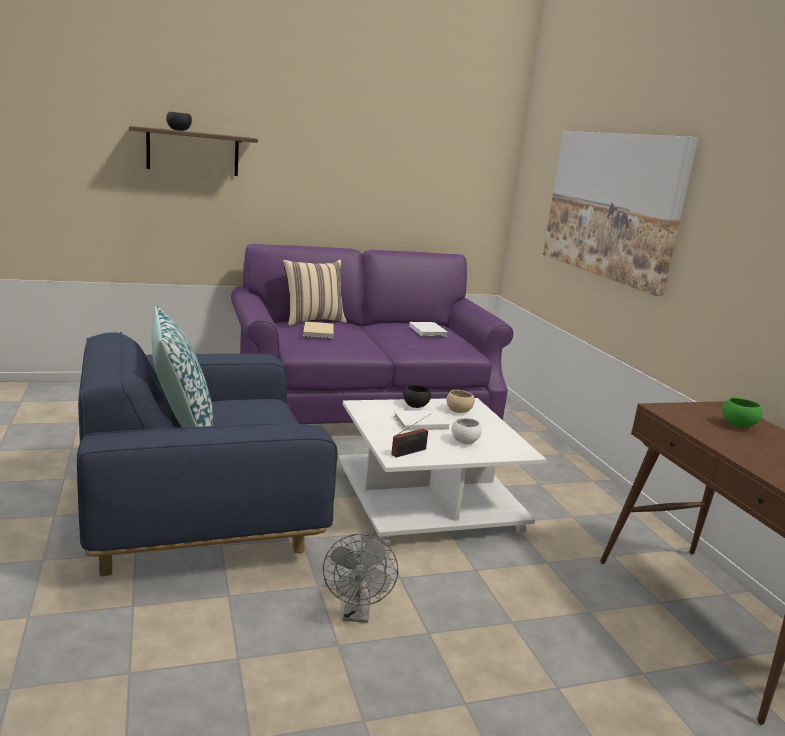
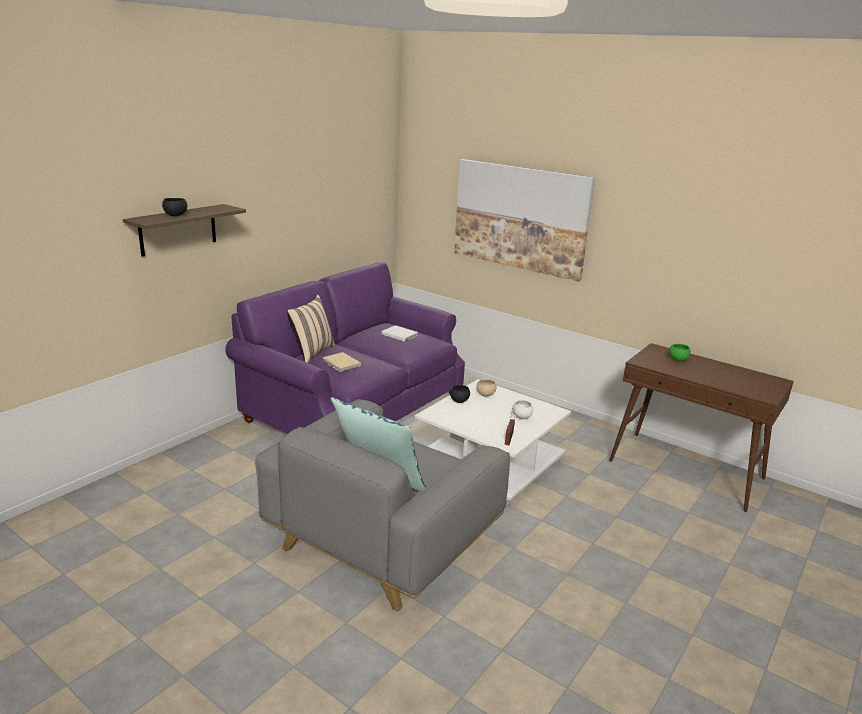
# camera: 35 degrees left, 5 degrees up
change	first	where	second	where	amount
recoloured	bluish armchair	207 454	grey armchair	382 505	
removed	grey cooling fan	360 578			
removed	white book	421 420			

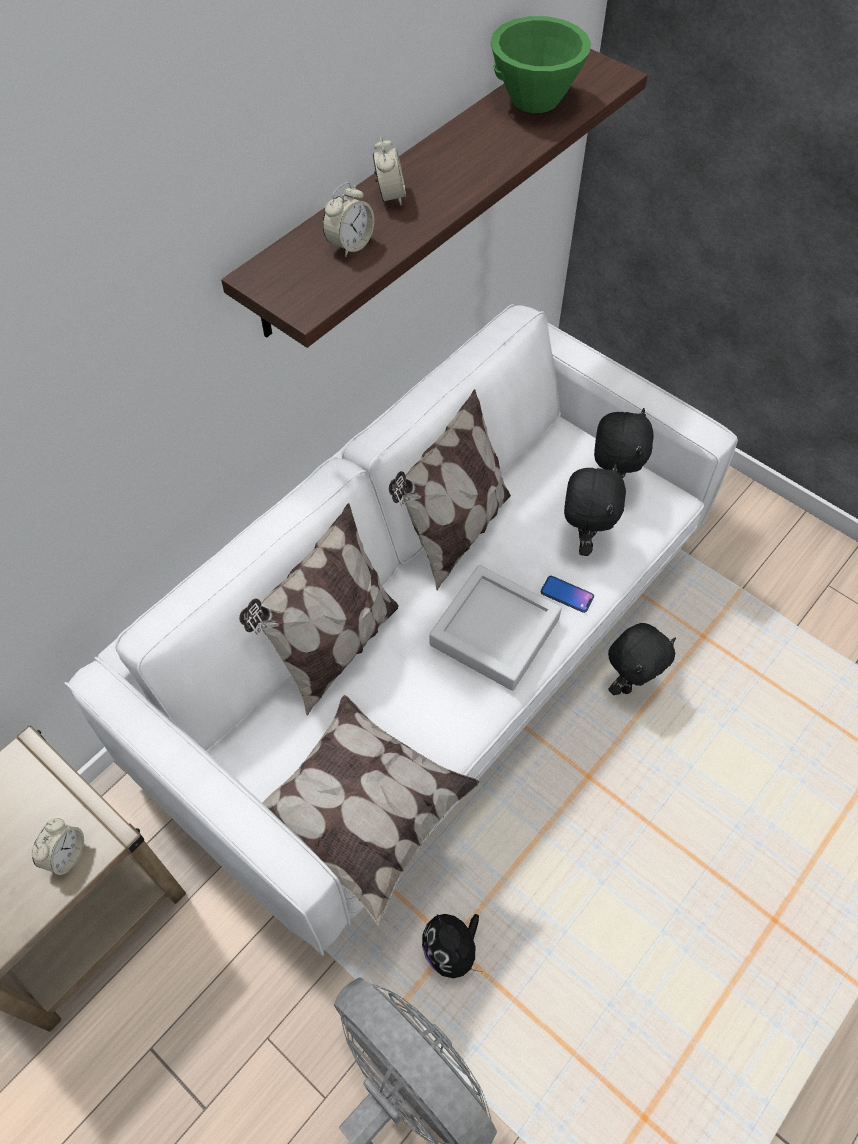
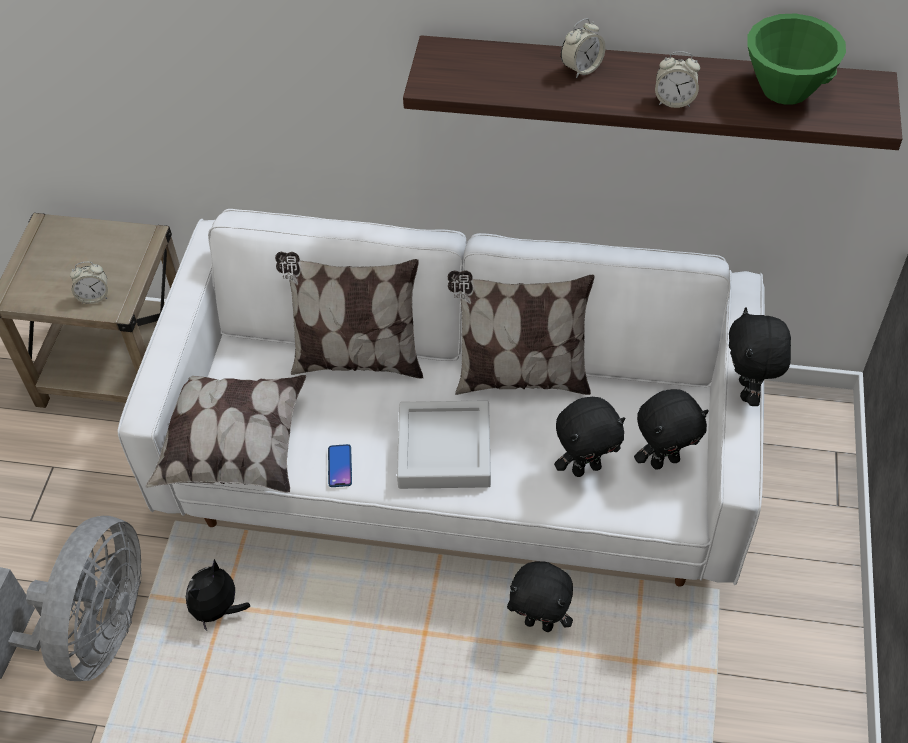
# camera: 60 degrees right, 5 degrees down
change	first	where	second	where	amount
moved	telephone	567 594		340 465	
moved	table clock	348 219		677 79	
added			blackish soft toy	760 357	

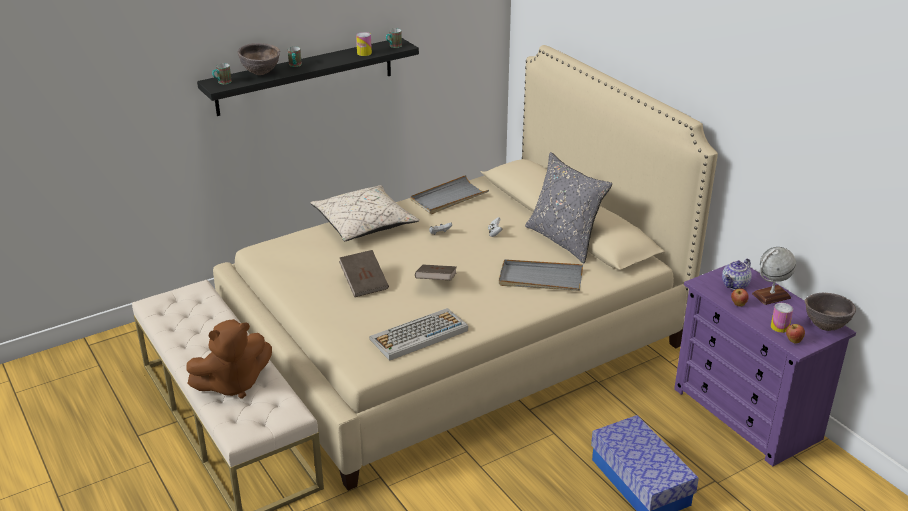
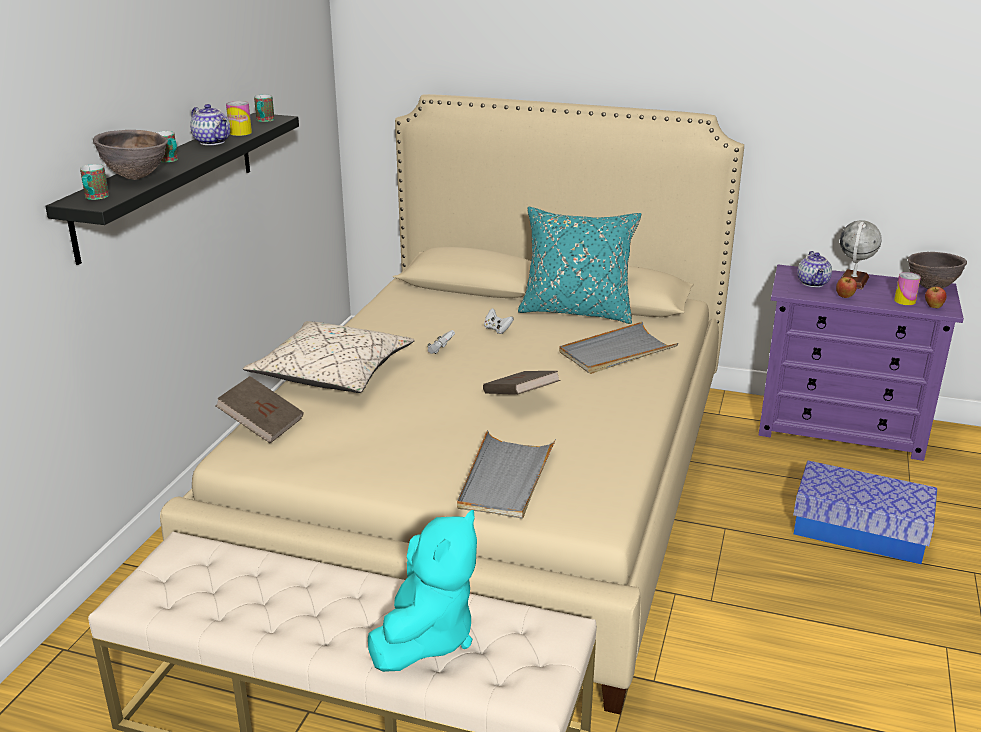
# camera: 40 degrees left, 5 degrees down
change	first	where	second	where	amount
added			teapot	210 124	
moved	brown-coloured book	364 273		259 409	
recoloured	brown-coloured soft toy	229 359	blue-green soft toy	422 591	
moved	grey tray	449 194		506 474	
recoloured	grey throw pillow	568 207	blue-green throw pillow	579 265	
removed	PC keyboard	418 334			

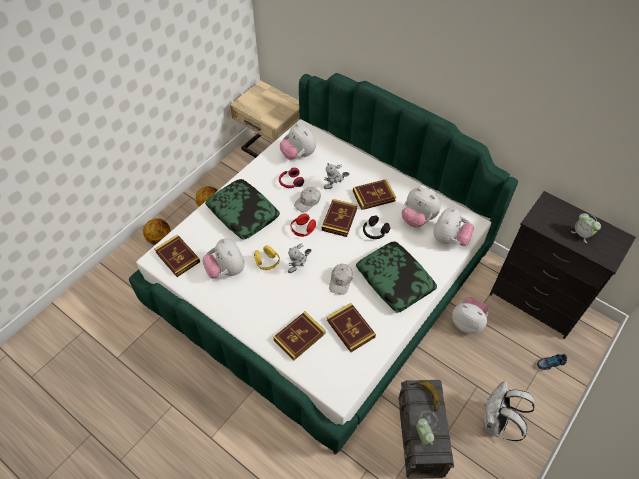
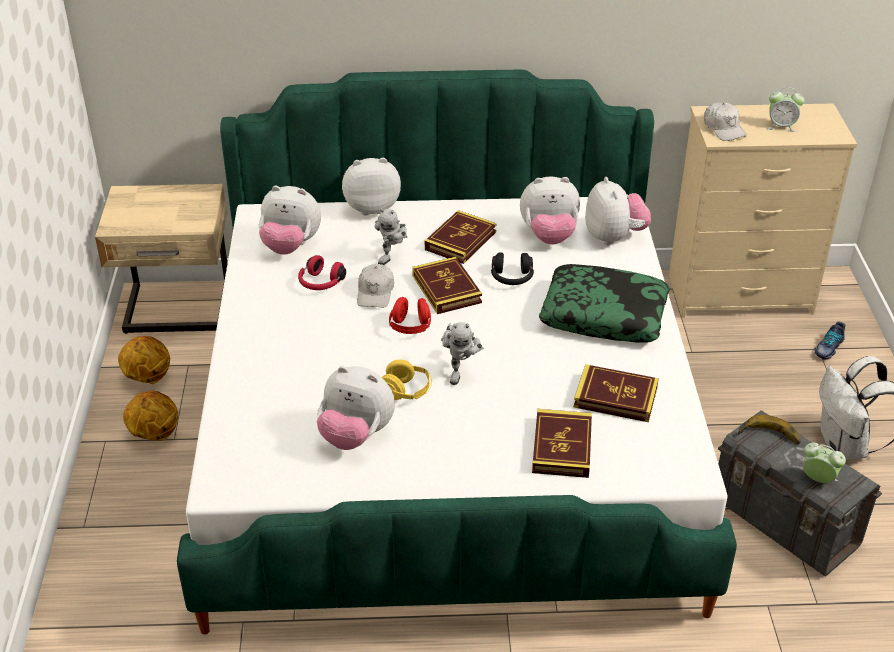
# camera: 40 degrees left, 15 degrees down
change	first	where	second	where	amount
moved	basketball	157 231		144 360	
moved	soft toy	470 315		371 186	
recoloured	blackish drawer chest	562 265	beige drawer chest	763 210	
moved	white peaked cap	341 279		725 122	
removed	book	177 255			
removed	throw pillow	242 209			

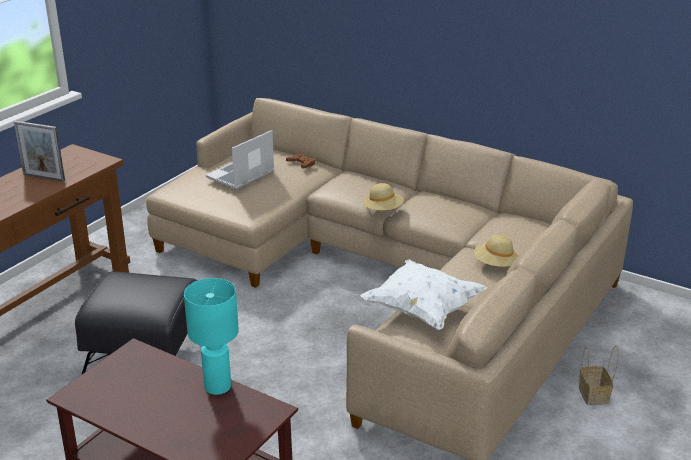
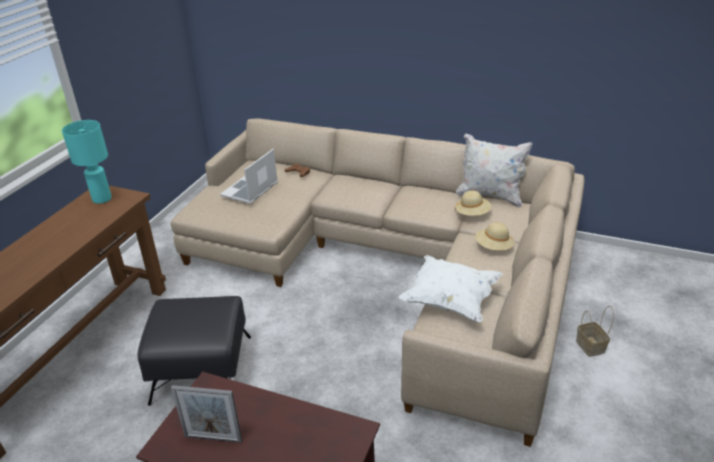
# camera: 10 degrees left, 5 degrees up
change	first	where	second	where	amount
moved	blue-green lamp for a table	211 336		87 162	
moved	picture frame	39 151		206 414	
moved	beige hat	383 196		473 203	
added			white throw pillow	494 170	

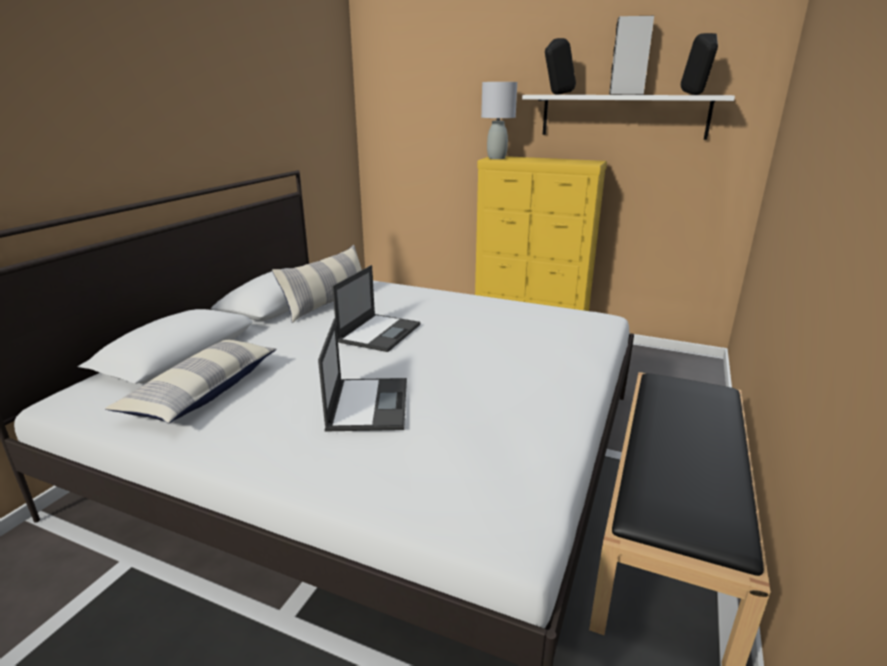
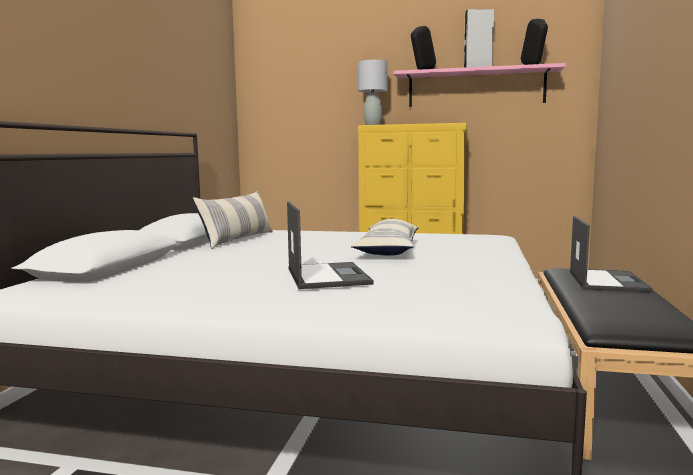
# camera: 10 degrees left, 15 degrees down
change	first	where	second	where	amount
moved	throw pillow	191 382		384 237	
recoloured	white wall shelf	628 117	pink-coloured wall shelf	479 85	
moved	portable computer	376 308		611 254	

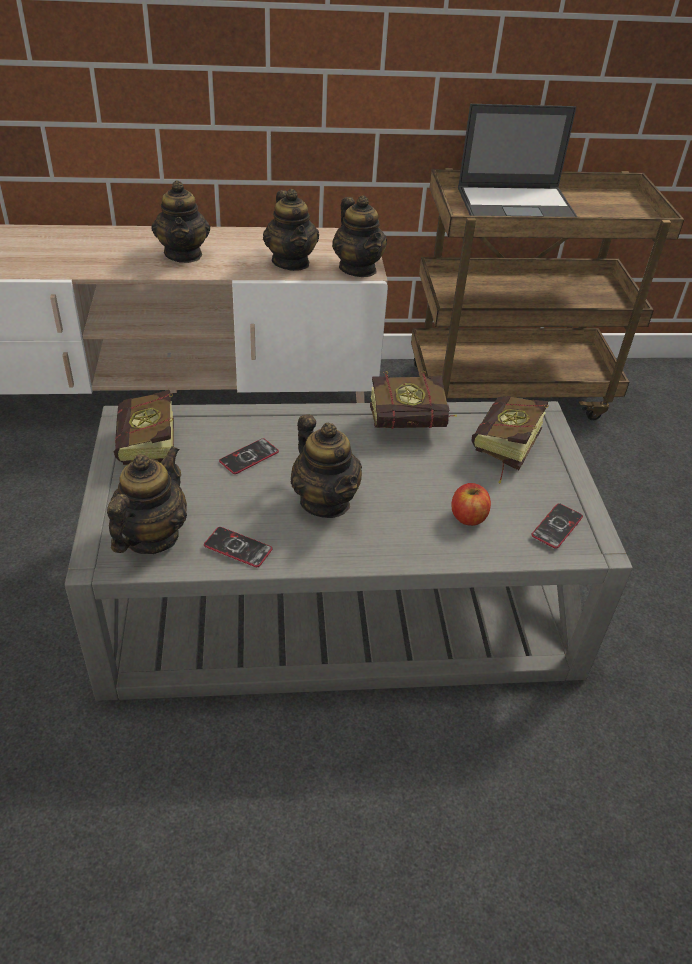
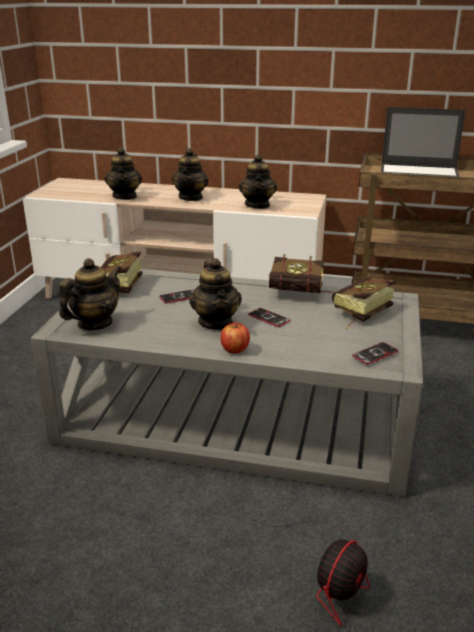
# camera: 20 degrees right, 15 degrees down
change	first	where	second	where	amount
moved	teapot	359 236		123 173	
moved	apple	471 504		235 338	
moved	telephone	238 547		269 317	
added			cooling fan	310 572	

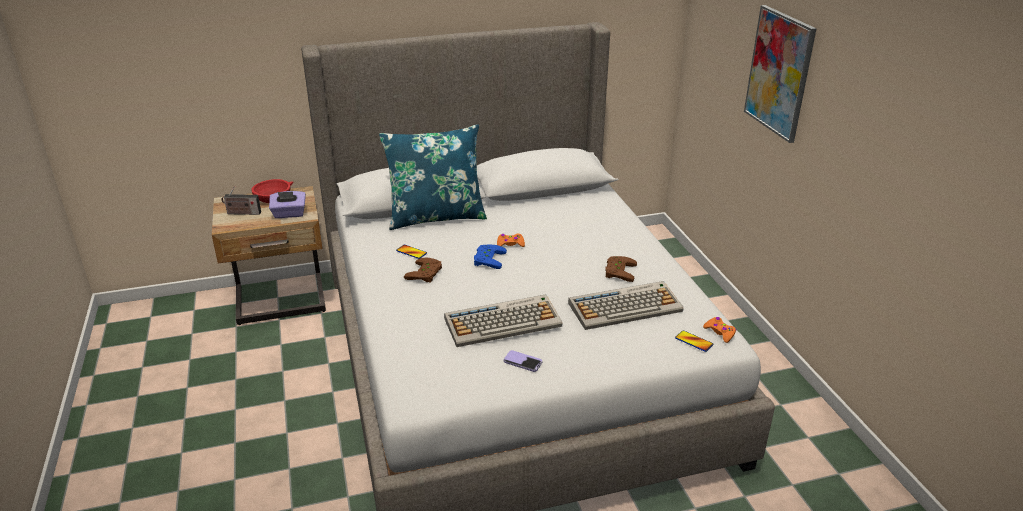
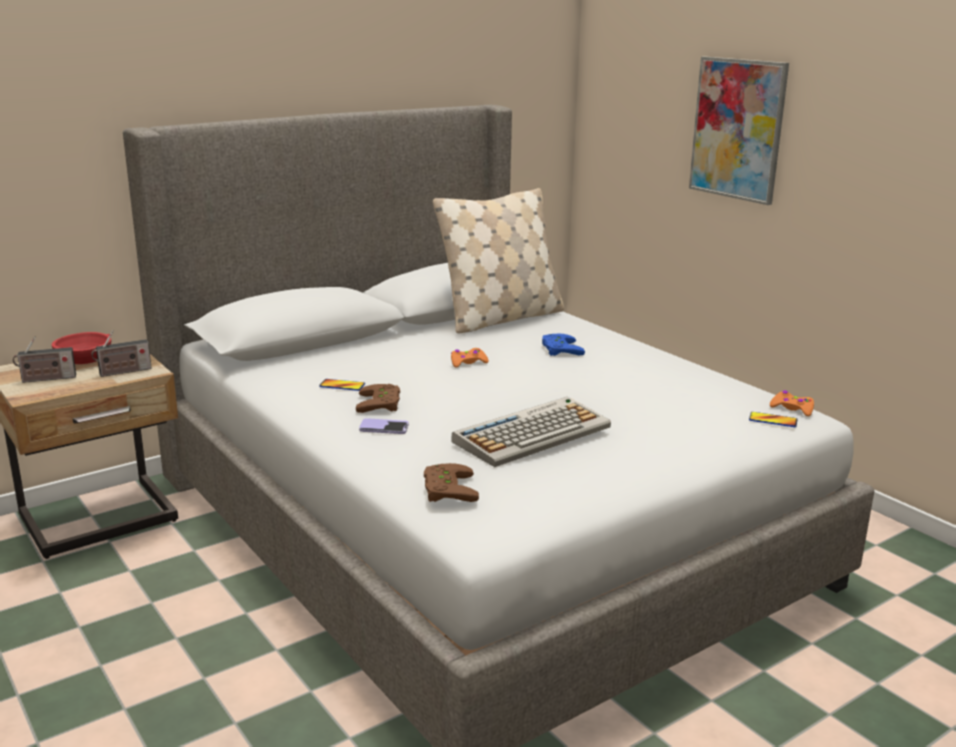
# camera: 20 degrees left, 10 degrees down
change	first	where	second	where	amount
replaced	purple-coloured tissue holder	287 204	radio	121 353	
moved	telephone	523 361		384 426	
moved	brown-coloured joypad	621 269		451 482	
added			beige throw pillow	498 260	
moved	bluish joypad	490 256		563 345	
removed	bluish throw pillow	433 177			
removed	PC keyboard	626 305			

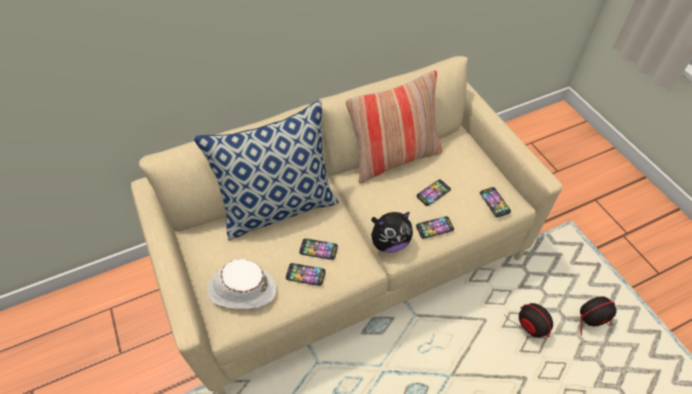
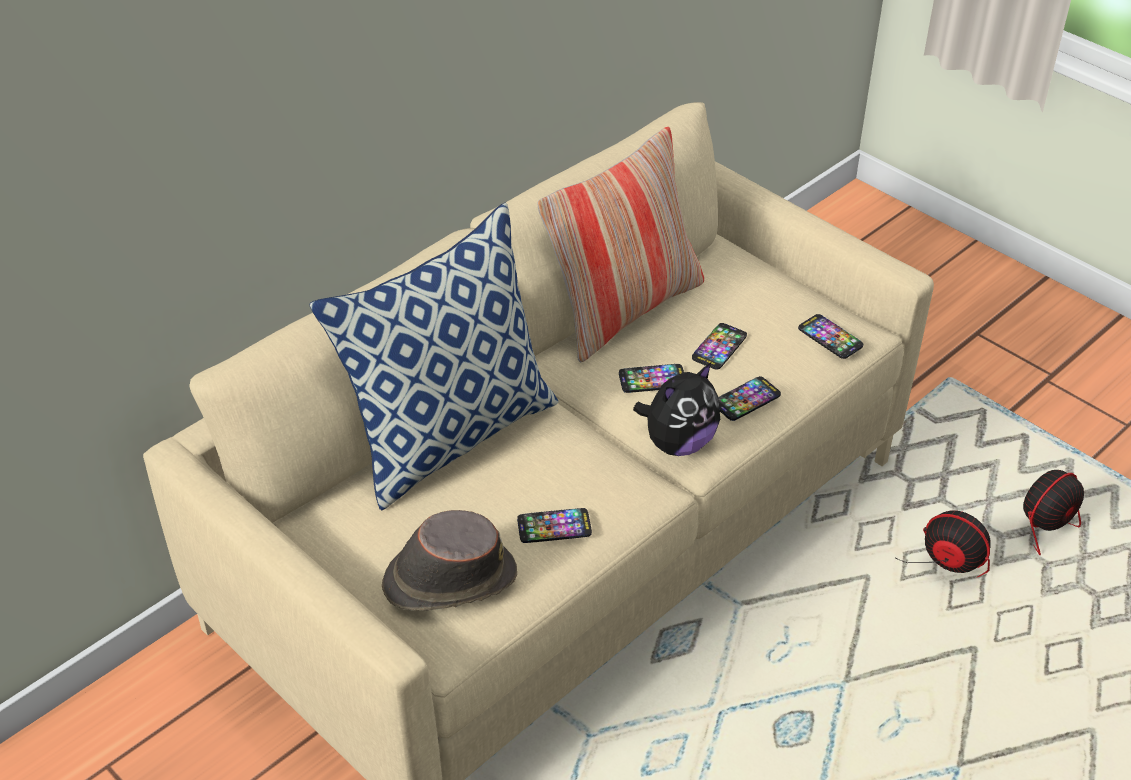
# camera: 20 degrees left, 10 degrees down
change	first	where	second	where	amount
recoloured	white hat	242 284	brown-coloured hat	449 560	
moved	telephone	318 249		651 378	

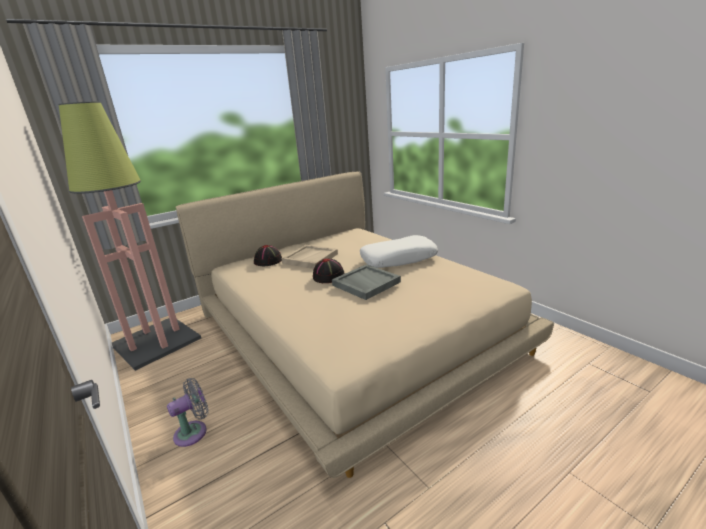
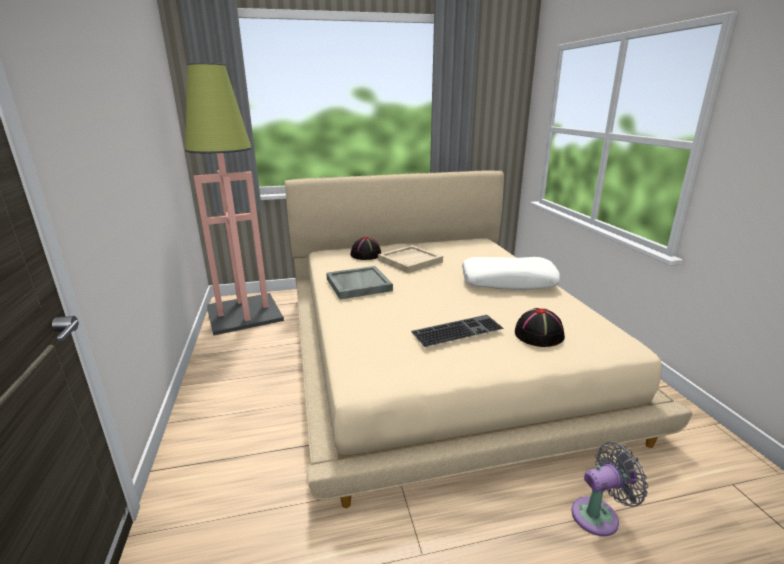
# camera: 20 degrees right, 0 degrees up
change	first	where	second	where	amount
moved	grey tray	366 282		359 282	
added			PC keyboard	457 331	
moved	blackish hat	329 270		540 327	
moved	grey cooling fan	188 412		610 489	

